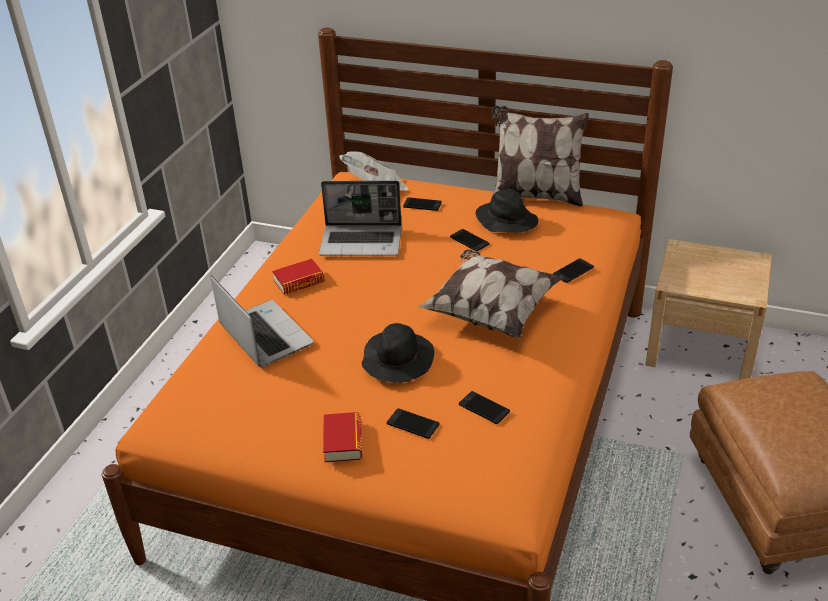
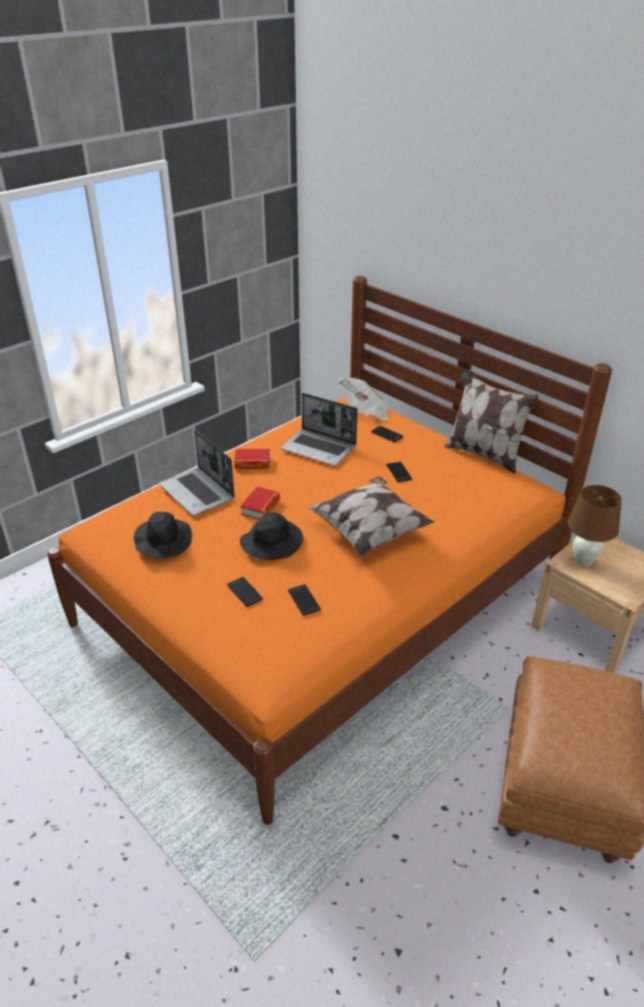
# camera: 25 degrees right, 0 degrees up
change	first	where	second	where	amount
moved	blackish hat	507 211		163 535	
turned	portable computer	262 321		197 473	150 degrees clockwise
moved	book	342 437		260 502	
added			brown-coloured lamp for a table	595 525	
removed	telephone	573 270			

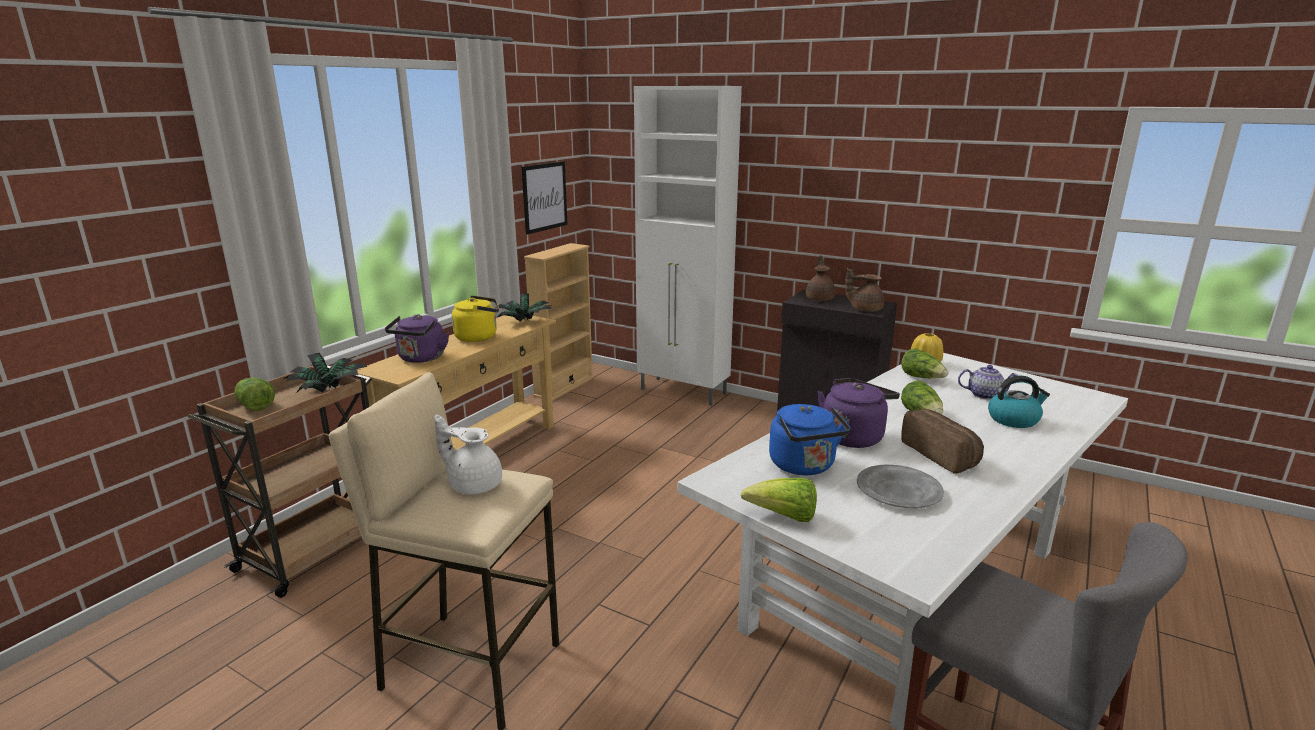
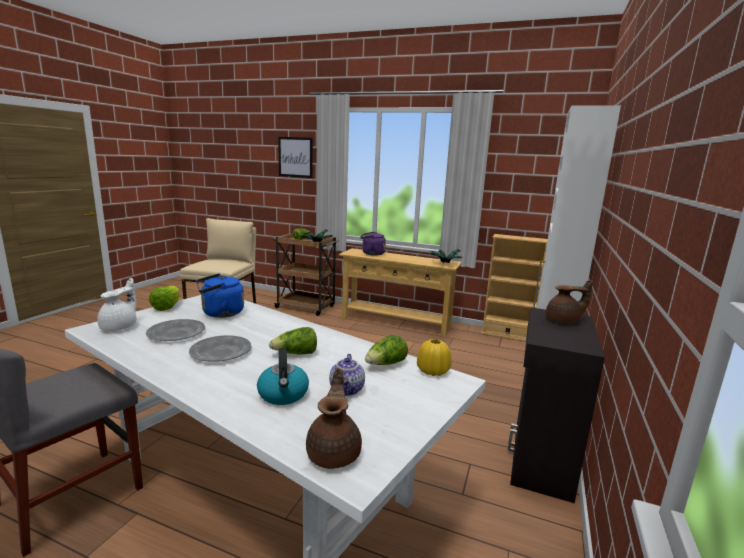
# camera: 80 degrees right, 5 degrees down
change	first	where	second	where	amount
moved	white teapot	468 454		117 304	
replaced	bread	942 441	grey plate	220 348	
moved	picture	545 198		295 157	
moved	brown-coloured teapot	864 290		334 418	
removed	yellow kettle	475 319			
removed	purple-coloured kettle	859 413			

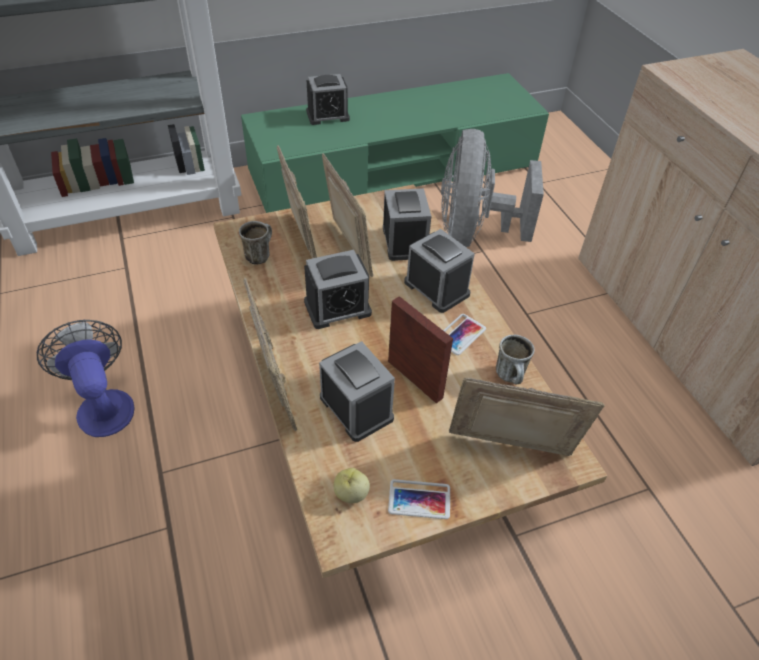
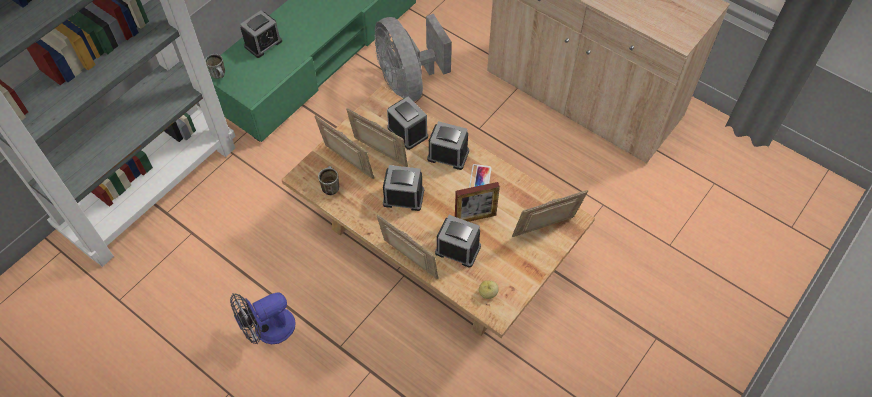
# camera: 30 degrees left, 10 degrees up
change	first	where	second	where	amount
moved	coffee mug	515 359		215 66	
turned	cooling fan	86 378		262 318	60 degrees counterclockwise
turned	table clock	338 289		403 188	120 degrees counterclockwise
turned	picture frame	420 349		477 202	150 degrees clockwise
removed	telephone	419 499			

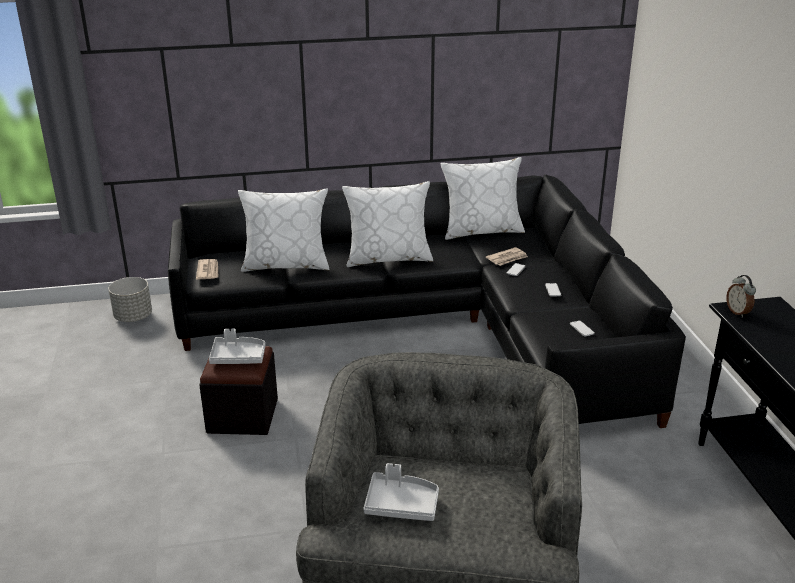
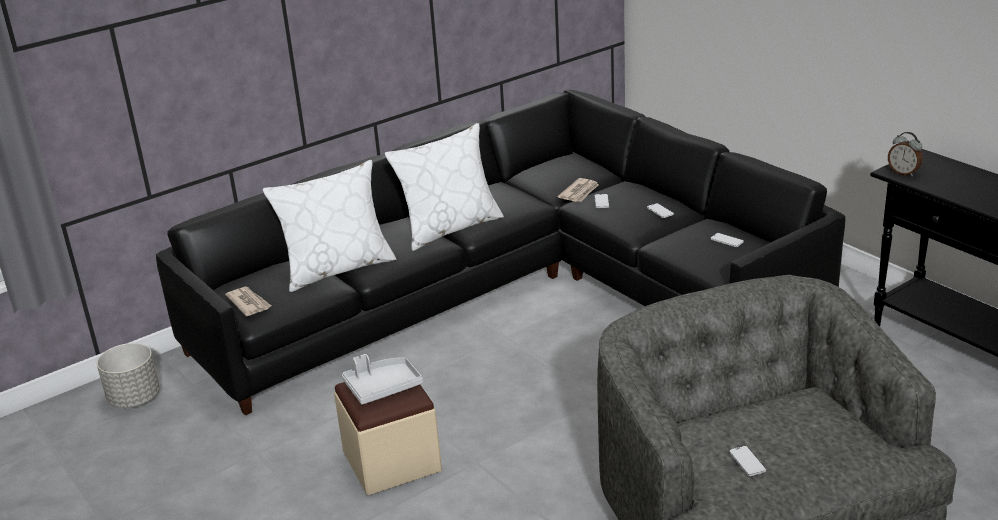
# camera: 25 degrees left, 0 degrees up
change	first	where	second	where	amount
recoloured	blackish ottoman	238 390	beige ottoman	388 438	
replaced	grey tray	401 492	telephone	747 461	
removed	white throw pillow	483 198			

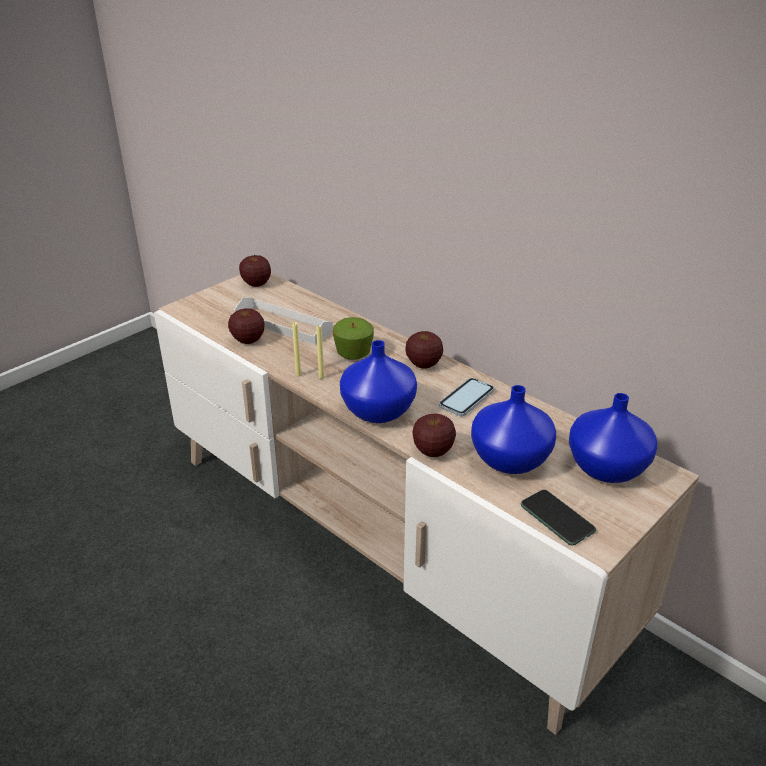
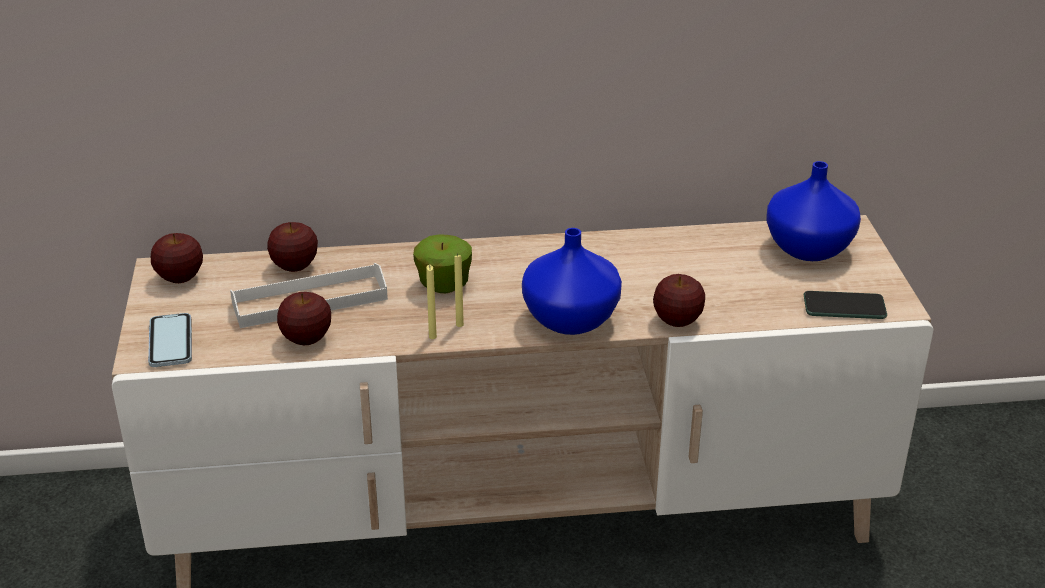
# camera: 50 degrees left, 0 degrees up
change	first	where	second	where	amount
moved	telephone	466 397		170 340	
moved	apple	424 350		292 247	
removed	bluish flower vase	513 429			

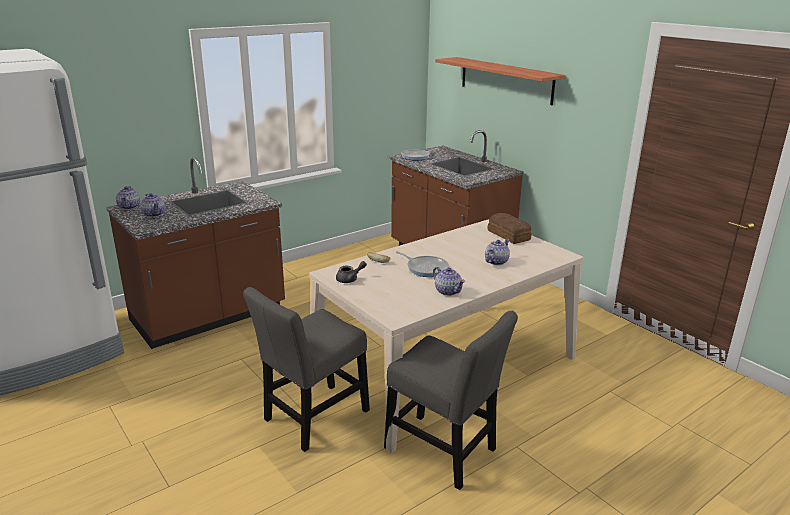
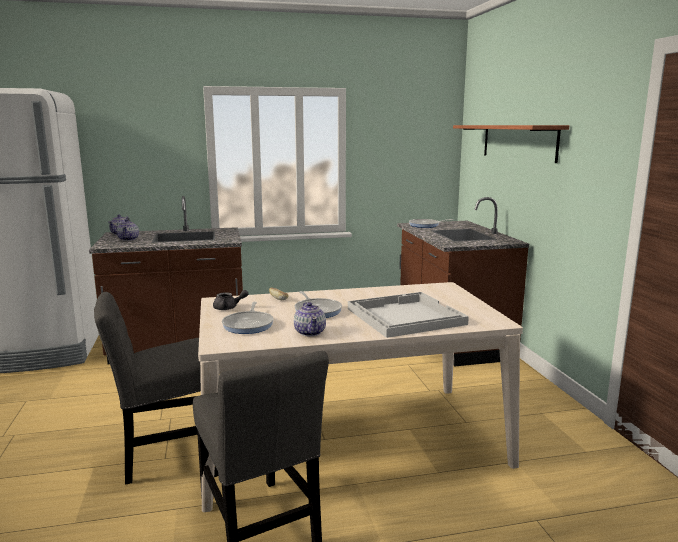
# camera: 25 degrees right, 10 degrees down
change	first	where	second	where	amount
added			pan	248 318	
replaced	teapot	497 252	white tray	408 315	
removed	bread	509 228			

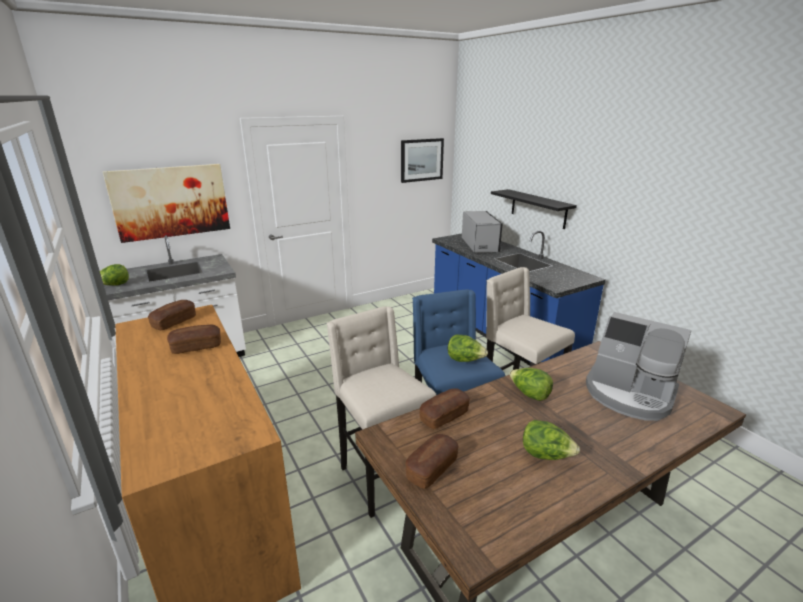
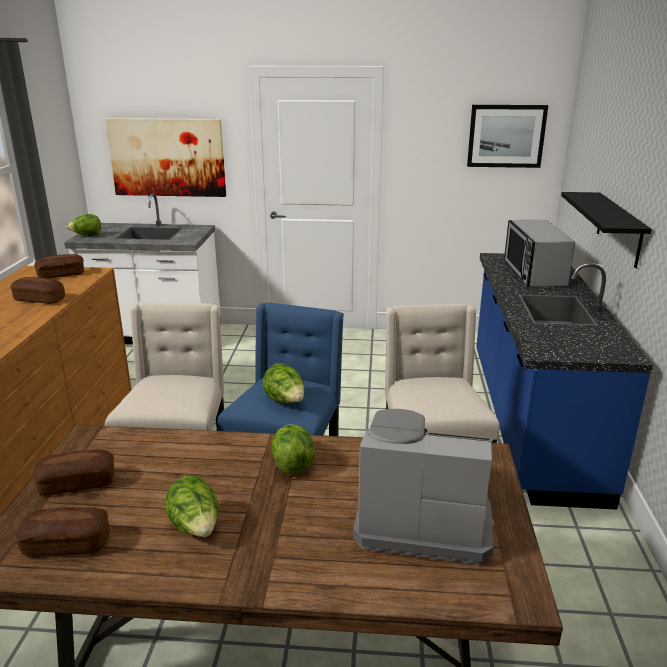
# camera: 35 degrees right, 0 degrees up
change	first	where	second	where	amount
moved	bread	444 409		63 531	
turned	coffee maker	638 366		423 487	120 degrees clockwise
turned	microwave oven	482 232		539 253	150 degrees clockwise

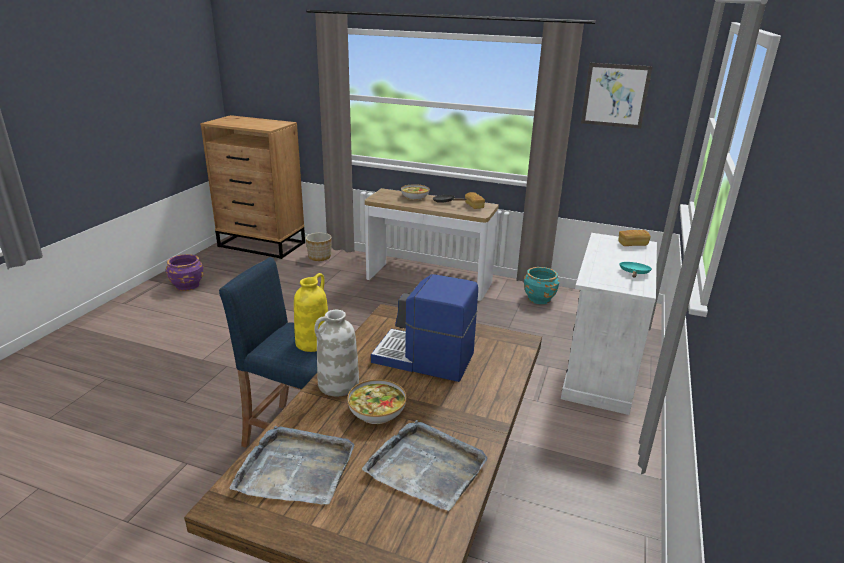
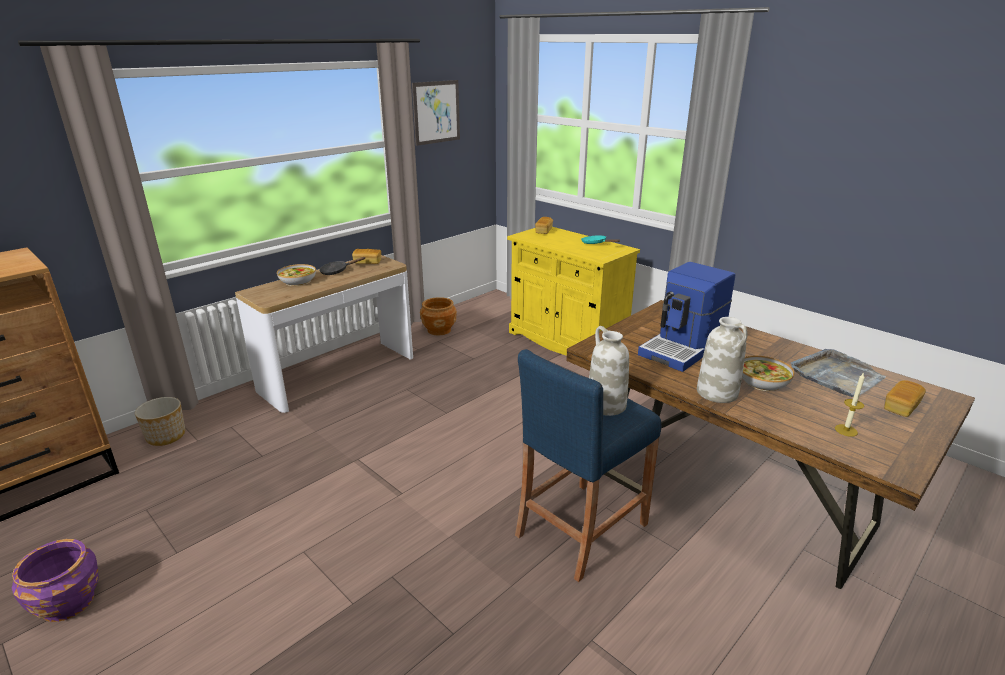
# camera: 65 degrees left, 0 degrees up
change	first	where	second	where	amount
recoloured	blue-green plant pot	541 285	brown-coloured plant pot	438 316	
recoloured	white cabinet	609 324	yellow cabinet	573 291	
recoloured	yellow flower vase	311 312	white flower vase	609 371	
replaced	grey tray	292 465	candle	850 404	
added			bread	905 398	

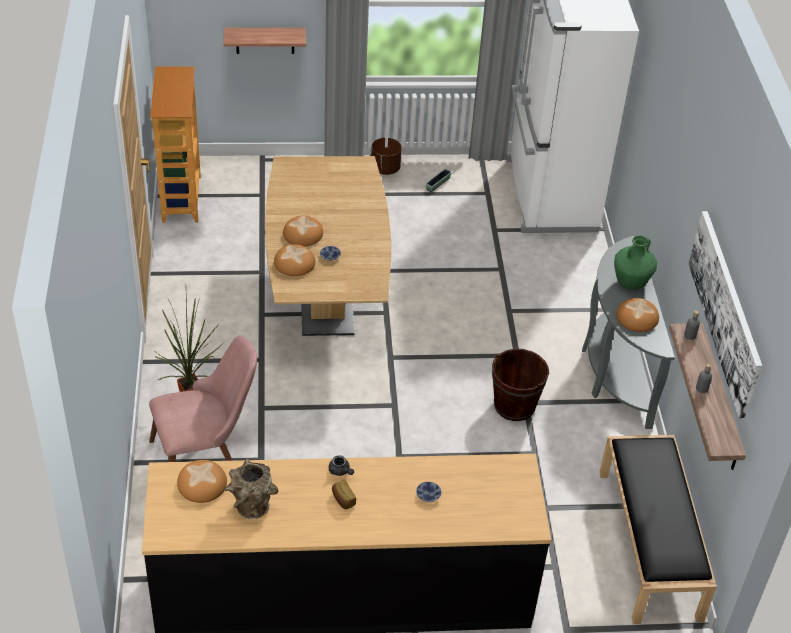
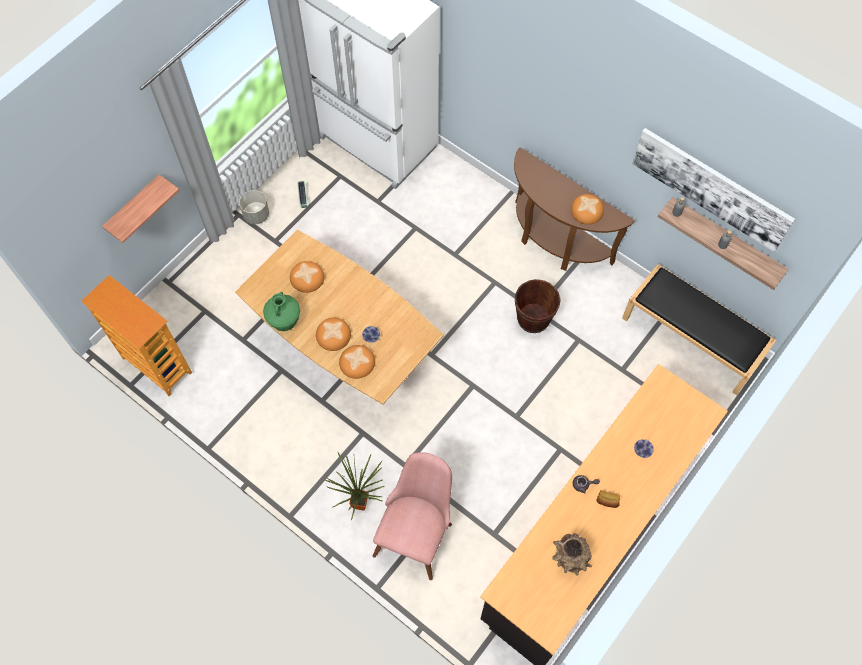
# camera: 45 degrees left, 20 degrees up
change	first	where	second	where	amount
recoloured	brown-coloured plant pot	386 156	grey plant pot	254 207	
moved	green flower vase	635 262		281 311	
moved	bread	202 481		307 277	
recoloured	grey console table	628 332	brown-coloured console table	574 209	

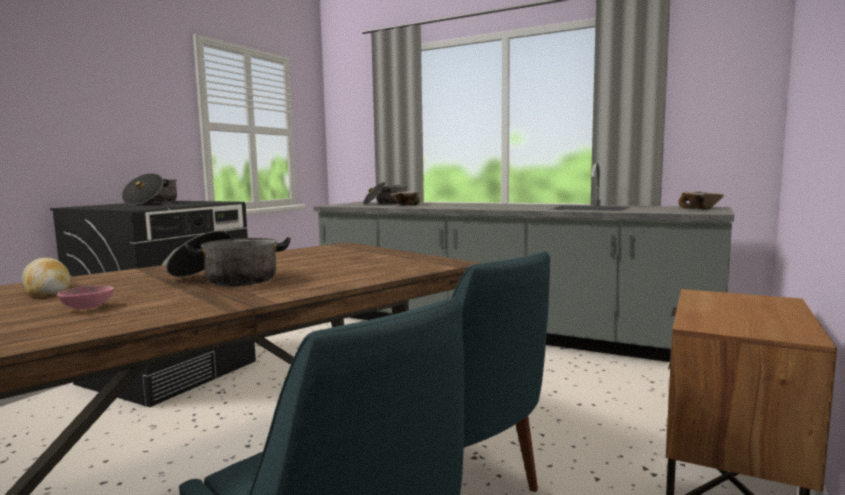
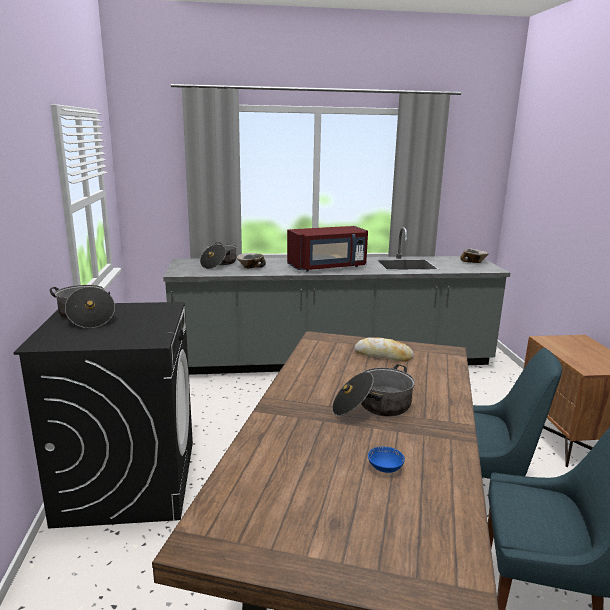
# camera: 35 degrees left, 10 degrees up
change	first	where	second	where	amount
added			reddish microwave oven	327 249	
moved	bread	46 277		384 349	
recoloured	pink-coloured deep dish	85 297	bluish deep dish	386 460	

